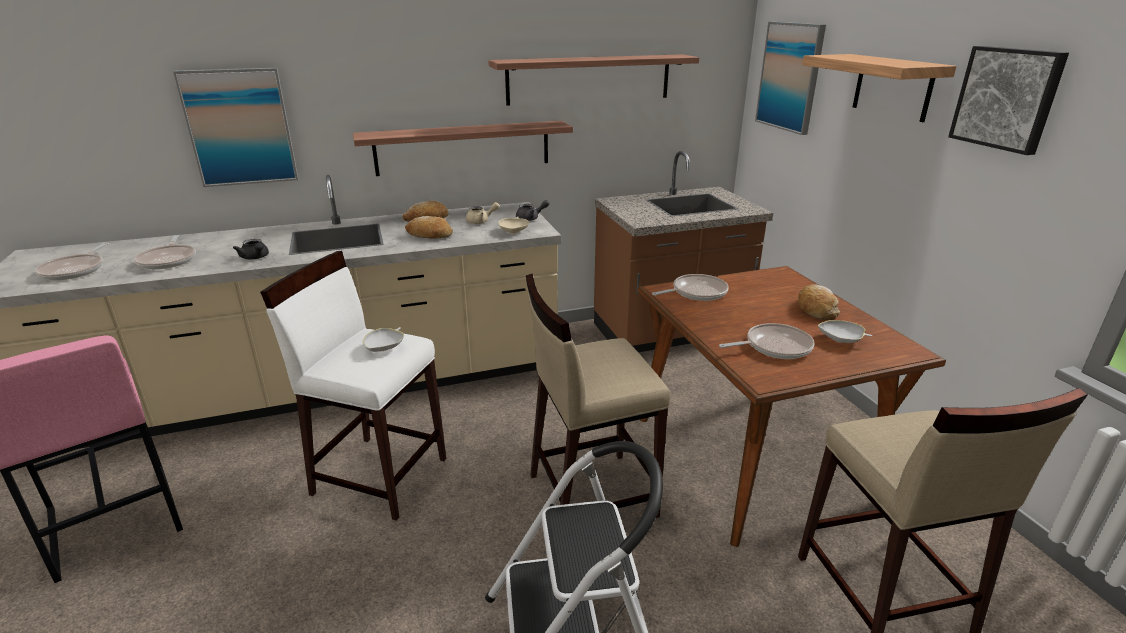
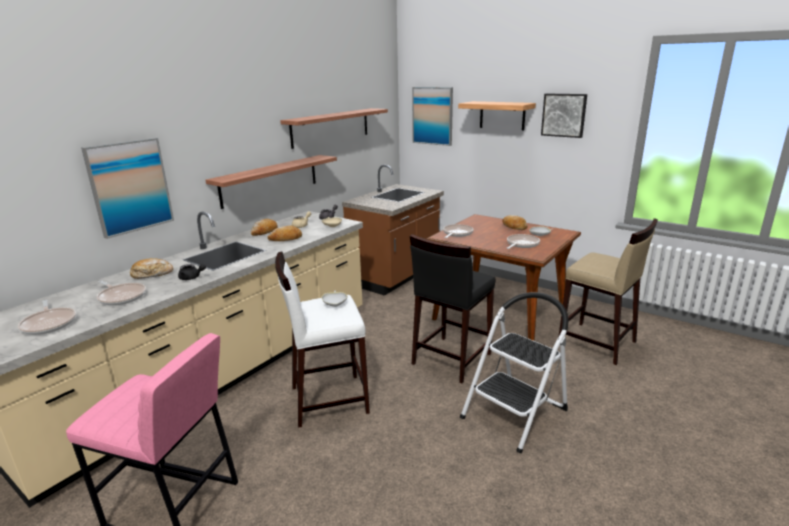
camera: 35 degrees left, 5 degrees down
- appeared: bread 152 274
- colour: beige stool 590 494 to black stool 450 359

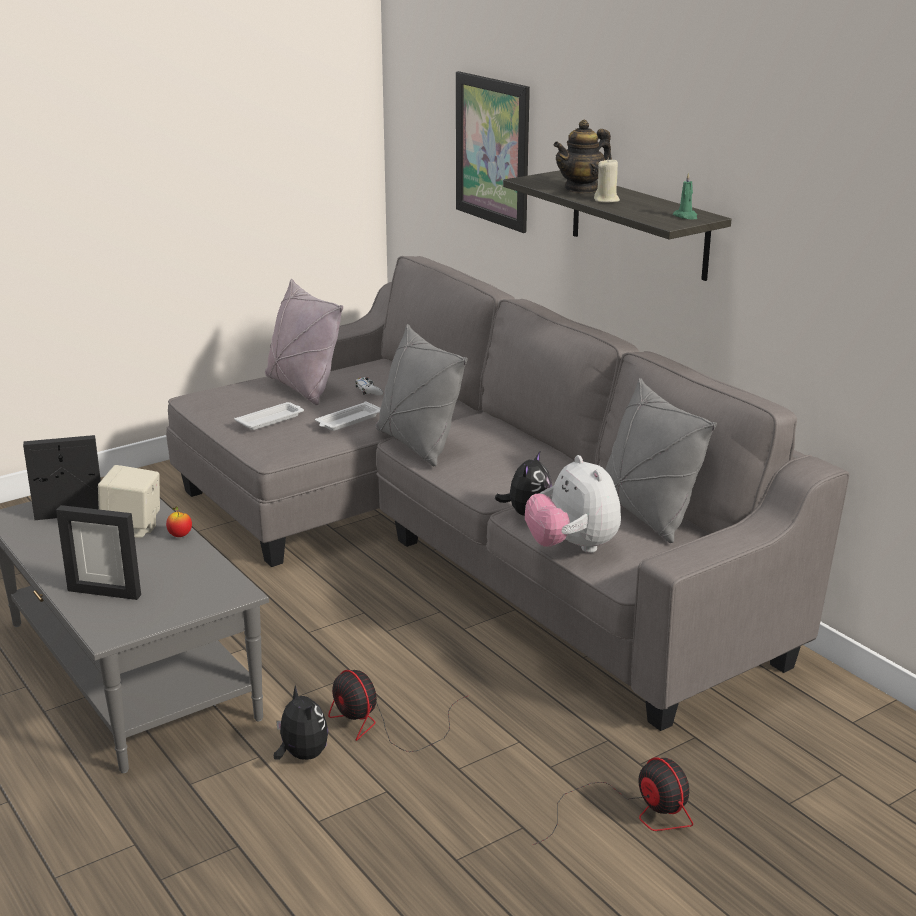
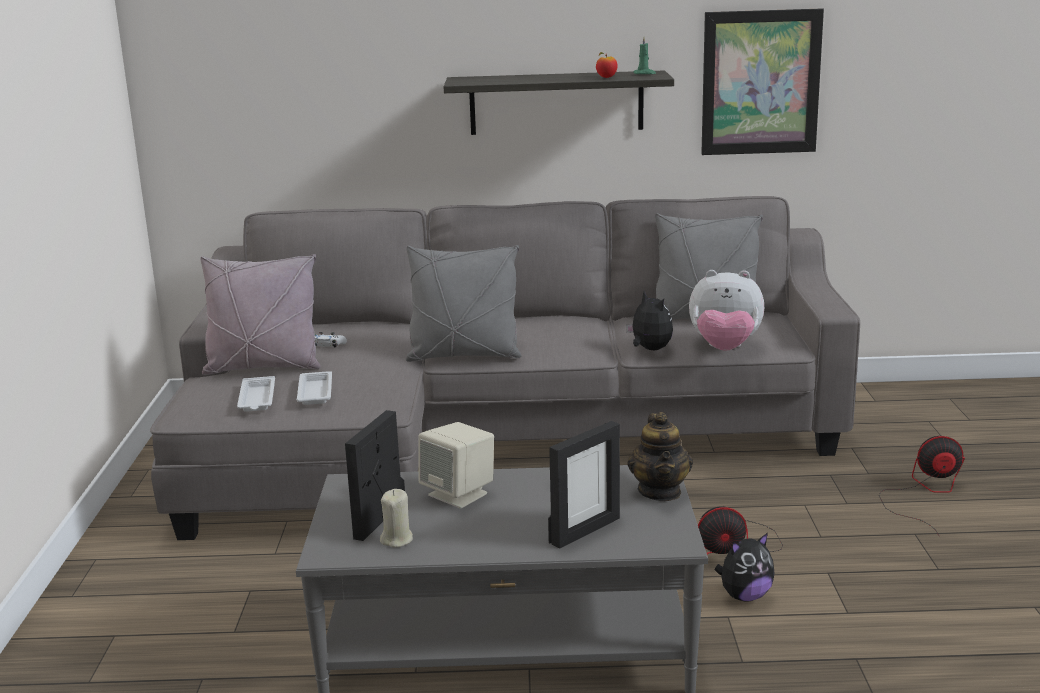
camera: 55 degrees left, 5 degrees down
- relocated: apple 180 535 to 606 77
- relocated: white tray 348 421 to 257 399
- relocated: picture 492 151 to 760 82
- relocated: teapot 582 189 to 660 491
- relocated: beige candle 606 200 to 397 539
- spun: plush toy 301 755 = 744 596 150 degrees clockwise

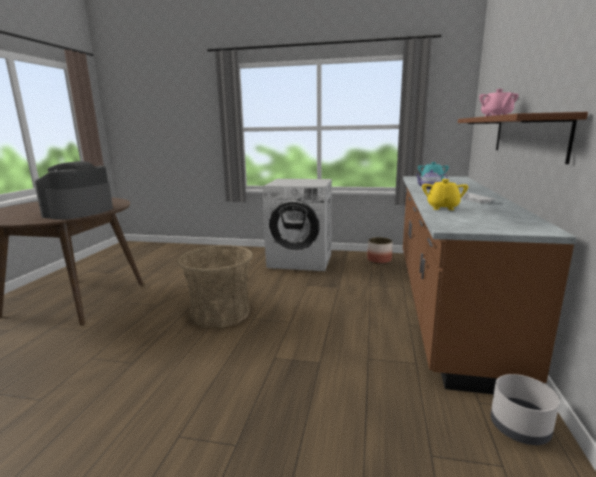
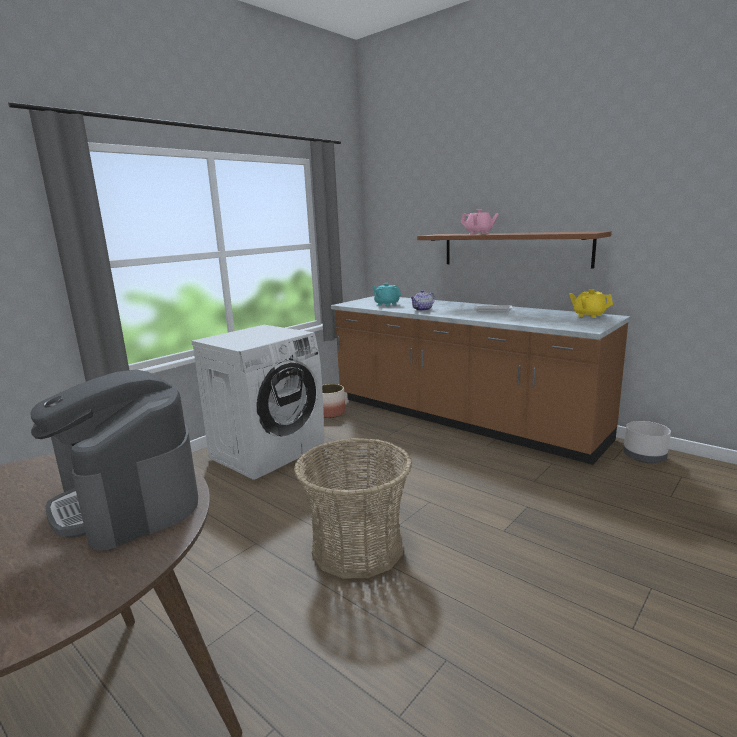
camera: 60 degrees left, 0 degrees up
- relocated: yellow teapot 442 207 to 589 315

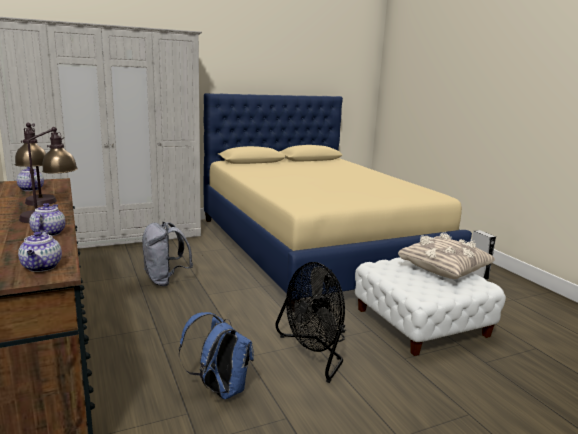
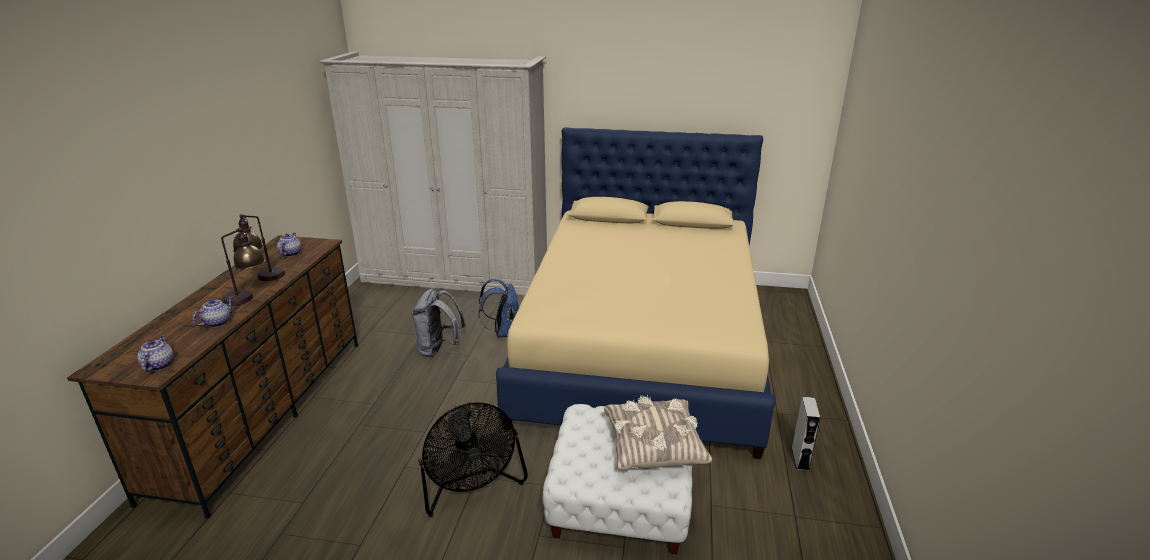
camera: 35 degrees right, 10 degrees up
- relocated: blue backpack 219 389 to 503 332
- spun: teapot 42 267 = 159 365 150 degrees clockwise
- spun: black fan 316 351 = 467 487 120 degrees counterclockwise

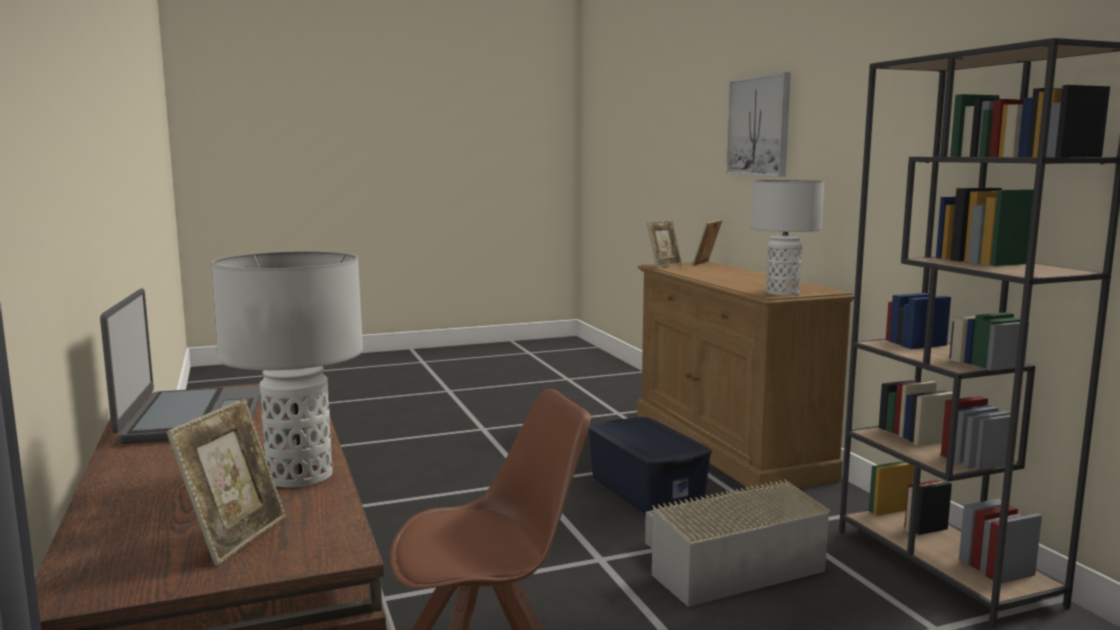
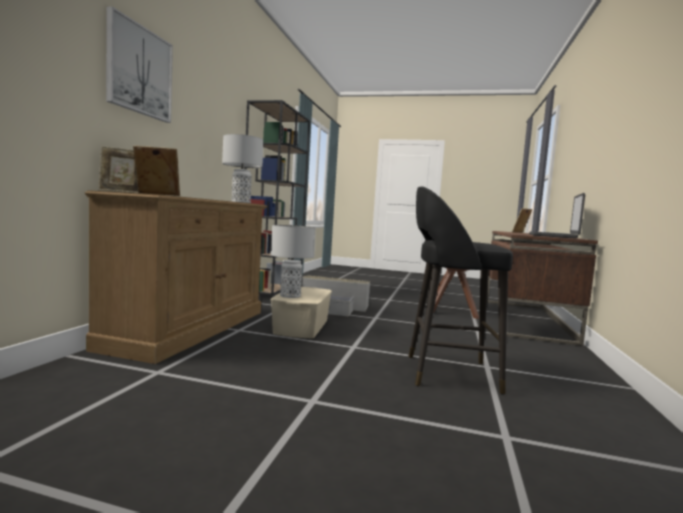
camera: 145 degrees left, 5 degrees down
- appeared: black stool 447 373
- relocated: white table lamp 299 476 to 290 295
- colour: blue storage box 646 489 to beige storage box 301 327

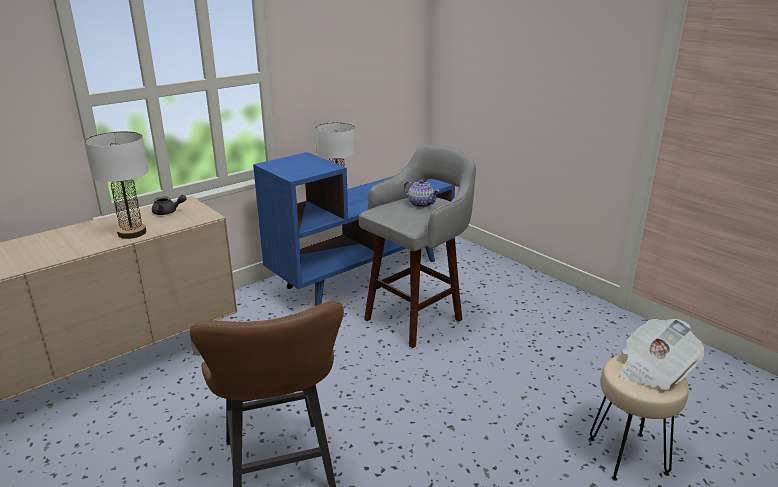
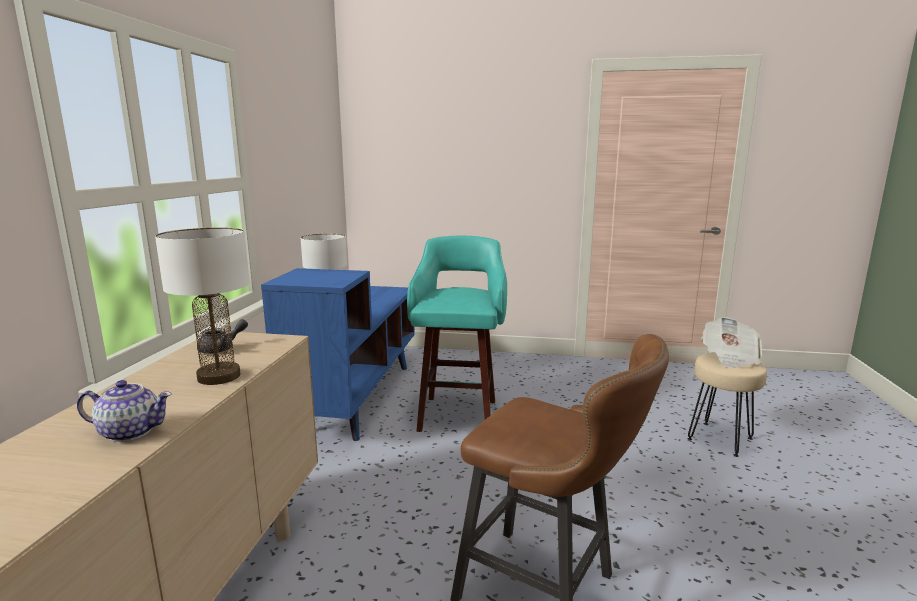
camera: 40 degrees left, 10 degrees down
- relocated: teapot 421 204 to 130 432
- colour: grey stool 416 318 to turquoise stool 459 413

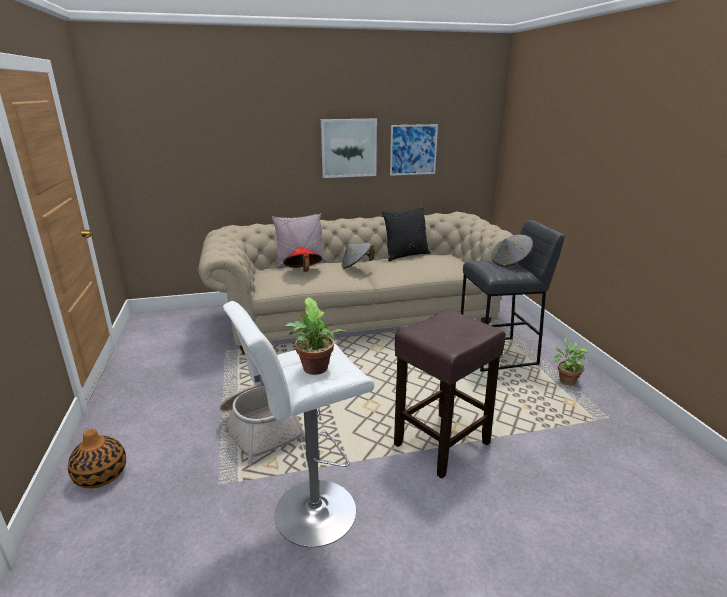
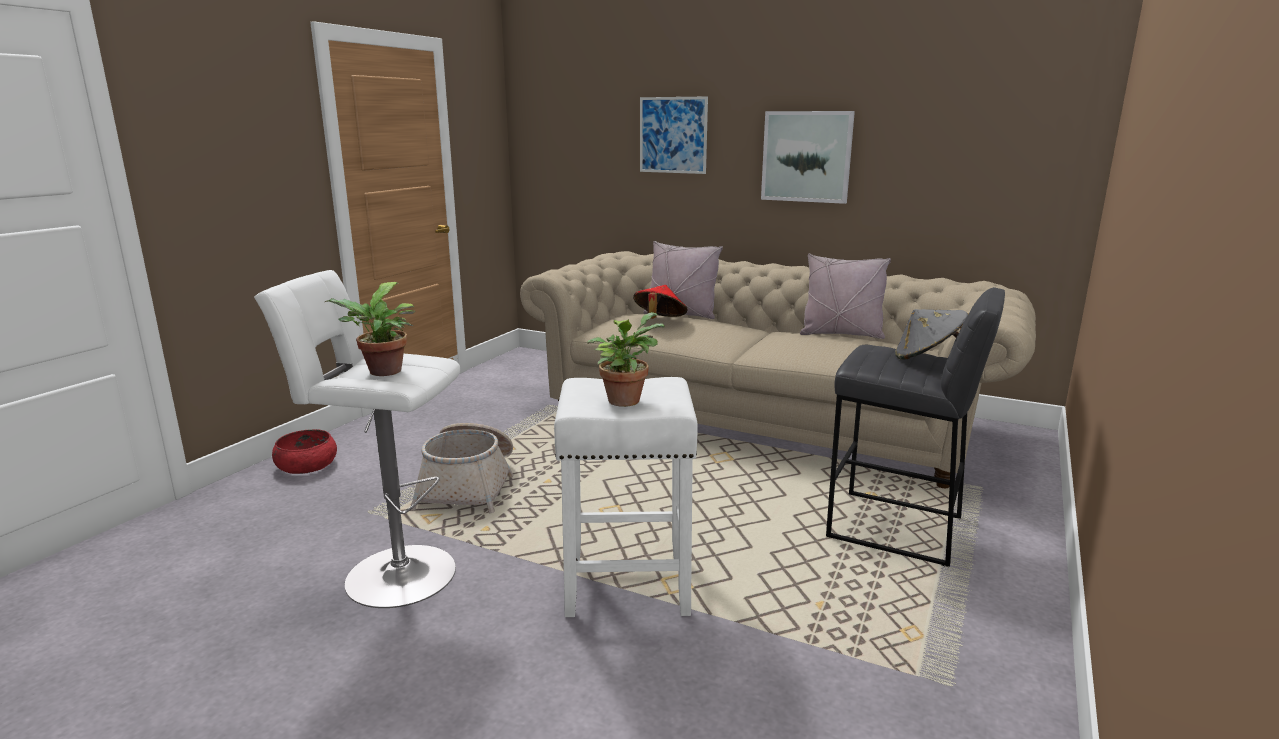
camera: 40 degrees right, 5 degrees down
- missing: grey hat 356 266
- relocated: picture 413 150 to 673 135
- relocated: potted plant 565 380 to 625 399
- exchanged: vase 101 475 to red bowl 307 465
- colour: black pillow 406 256 to purple pillow 841 334
- colour: brown stool 441 444 to white stool 624 586

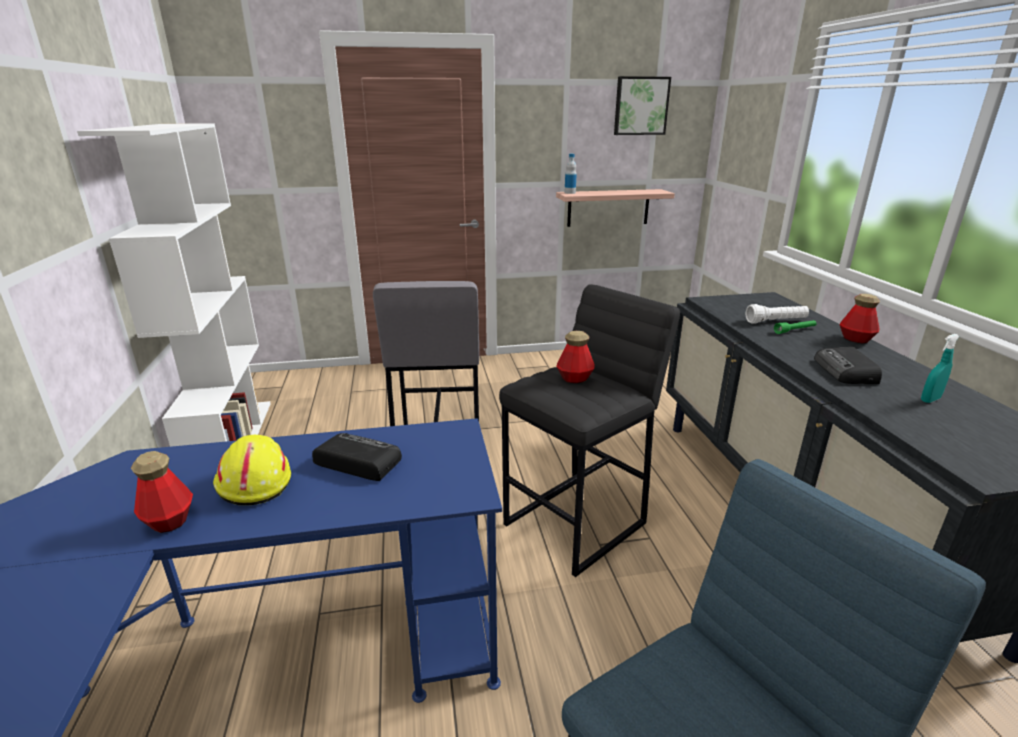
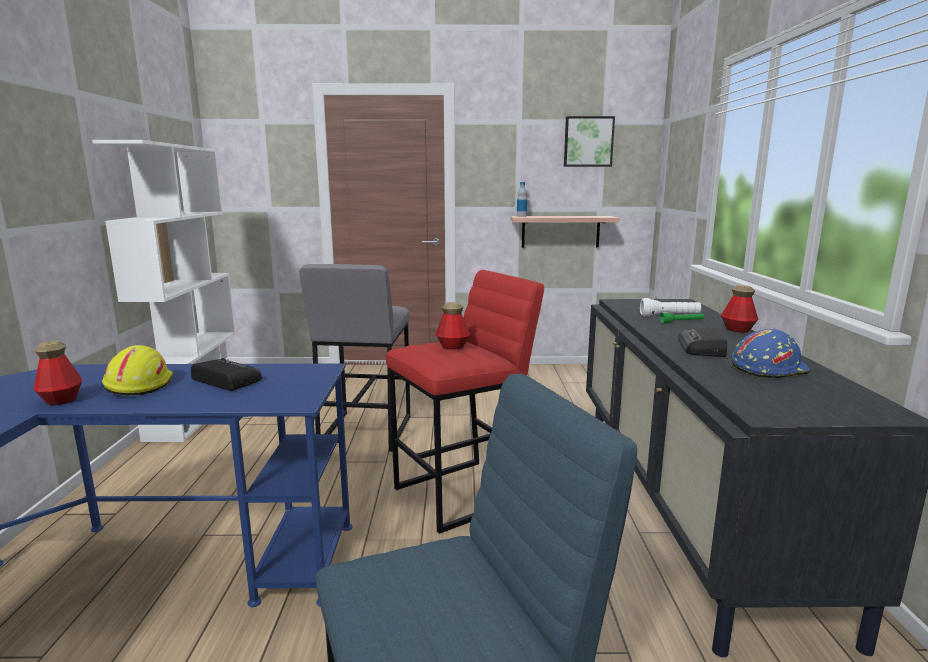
camera: 10 degrees right, 10 degrees down
- exchanged: turquoise spray bottle 930 399 to blue hard hat 767 369
- colour: black stool 577 522 to red stool 463 493

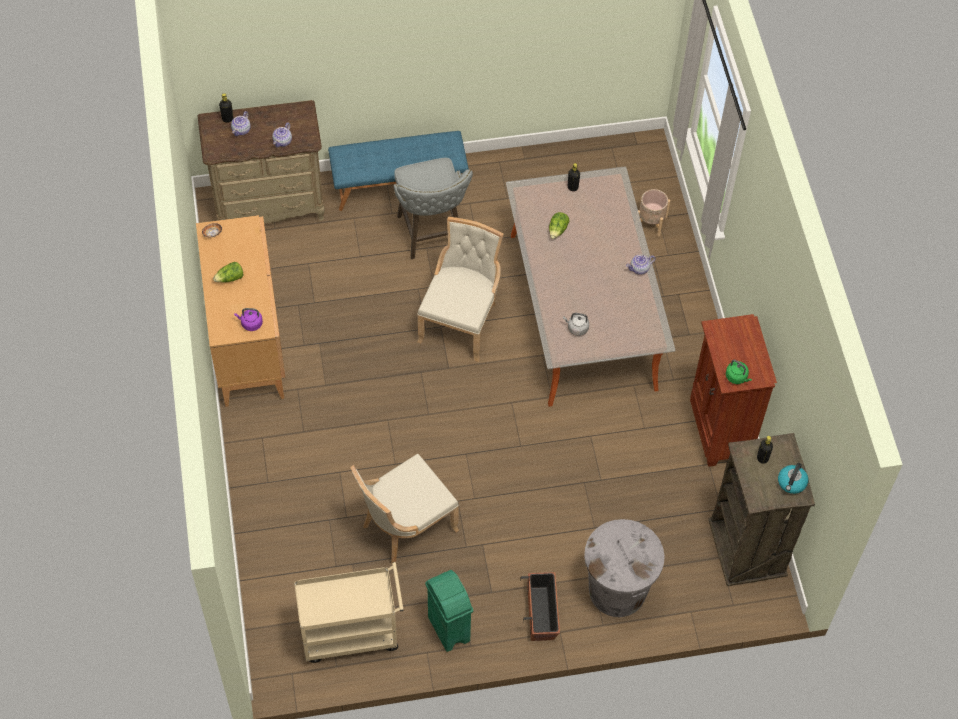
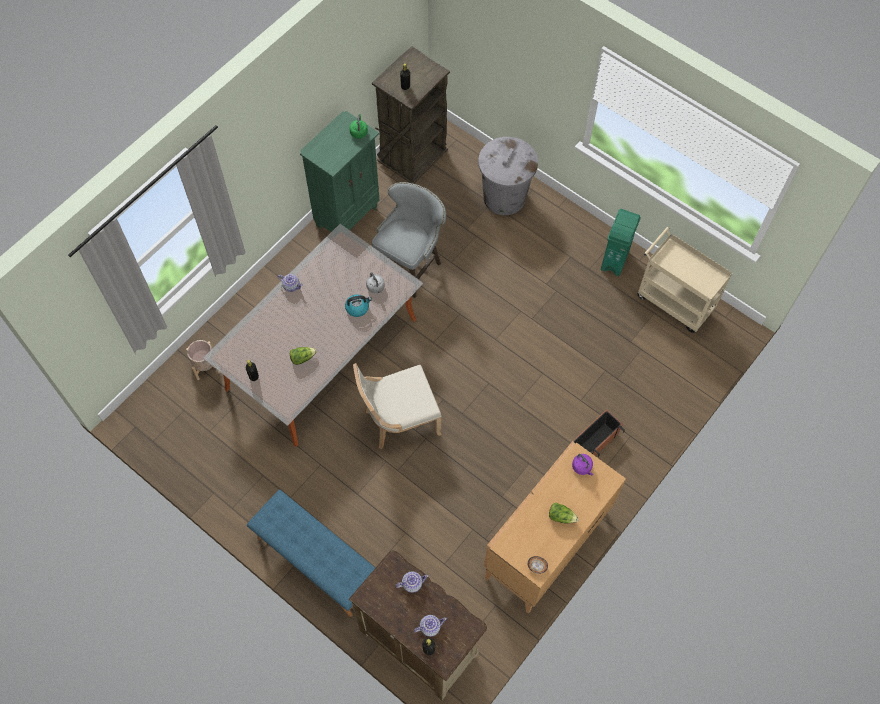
camera: 130 degrees left, 5 degrees up
- missing: beige chair 405 527
- relocated: grey stool 431 234 to 410 267
- relocated: planter 541 613 to 594 442
- relocated: kettle 791 483 to 357 308
- colour: brown cabinet 718 434 to green cabinet 347 217

